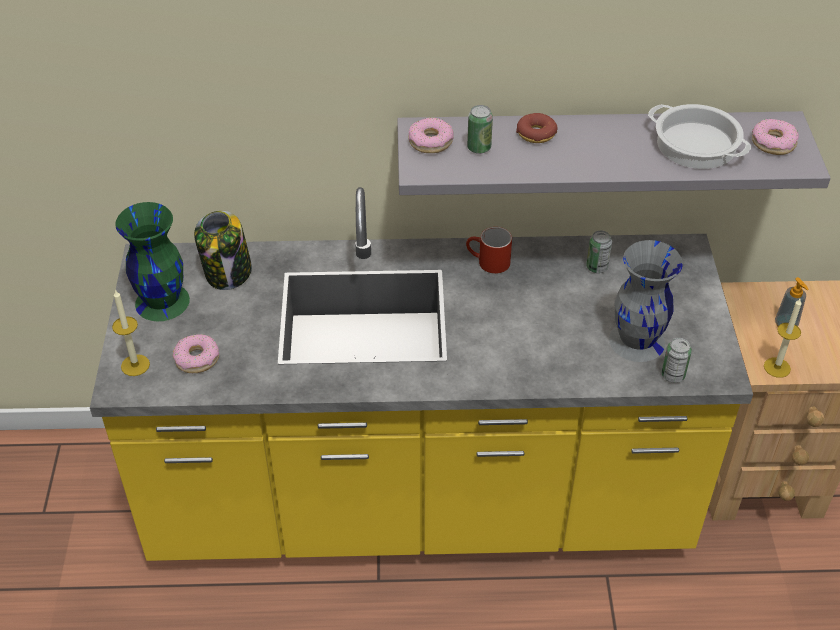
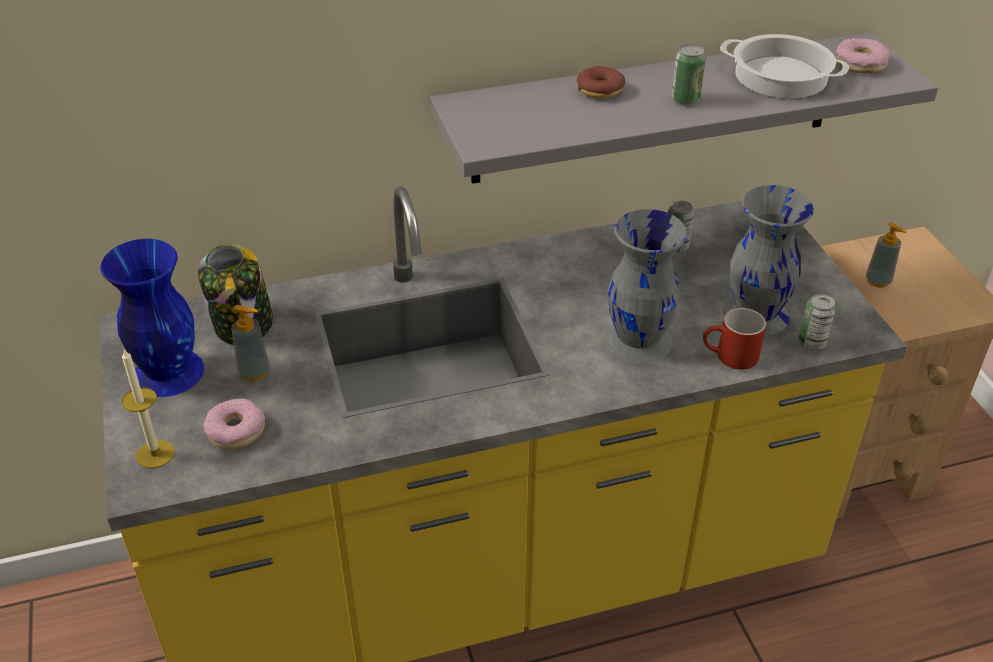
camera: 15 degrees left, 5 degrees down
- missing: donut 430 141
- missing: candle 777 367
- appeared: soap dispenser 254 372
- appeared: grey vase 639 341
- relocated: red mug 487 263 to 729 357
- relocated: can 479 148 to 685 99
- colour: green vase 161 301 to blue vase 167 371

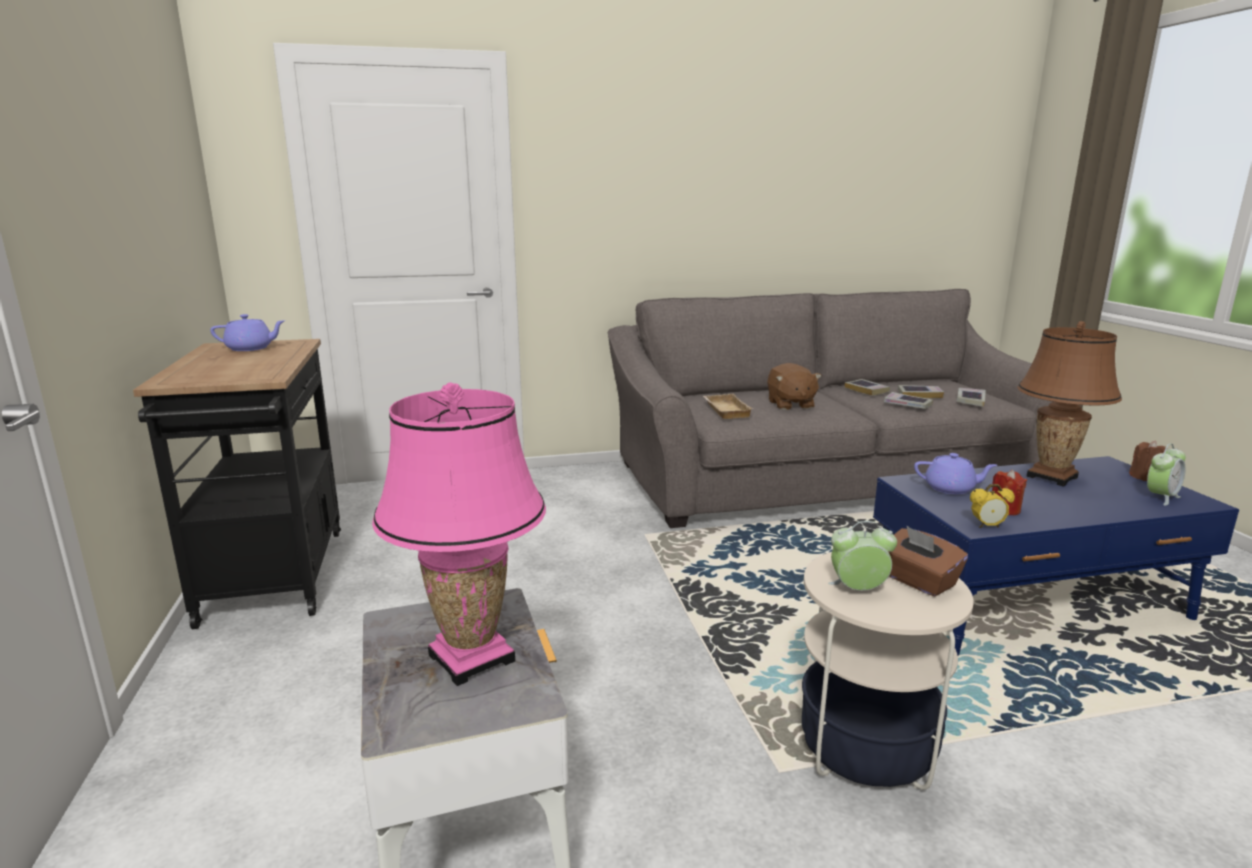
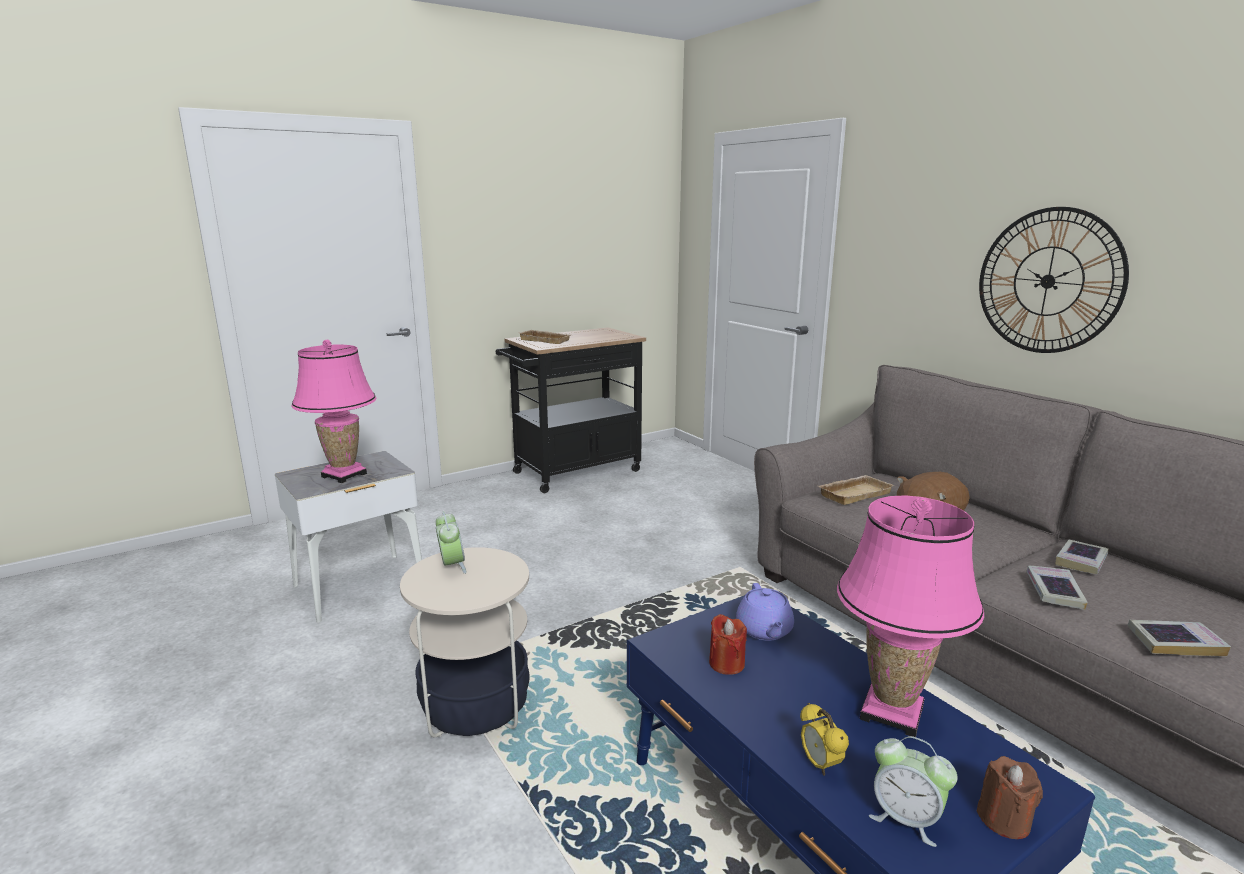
camera: 70 degrees right, 0 degrees up
- missing: purple teapot 251 348
- missing: brown tissue box 917 581
- missing: book 919 395
- appeared: beige tray 546 340
- appeared: wall clock 1048 281
- relocated: alarm clock 987 526 to 820 765
- colour: brown table lamp 1052 477 to pink table lamp 892 712

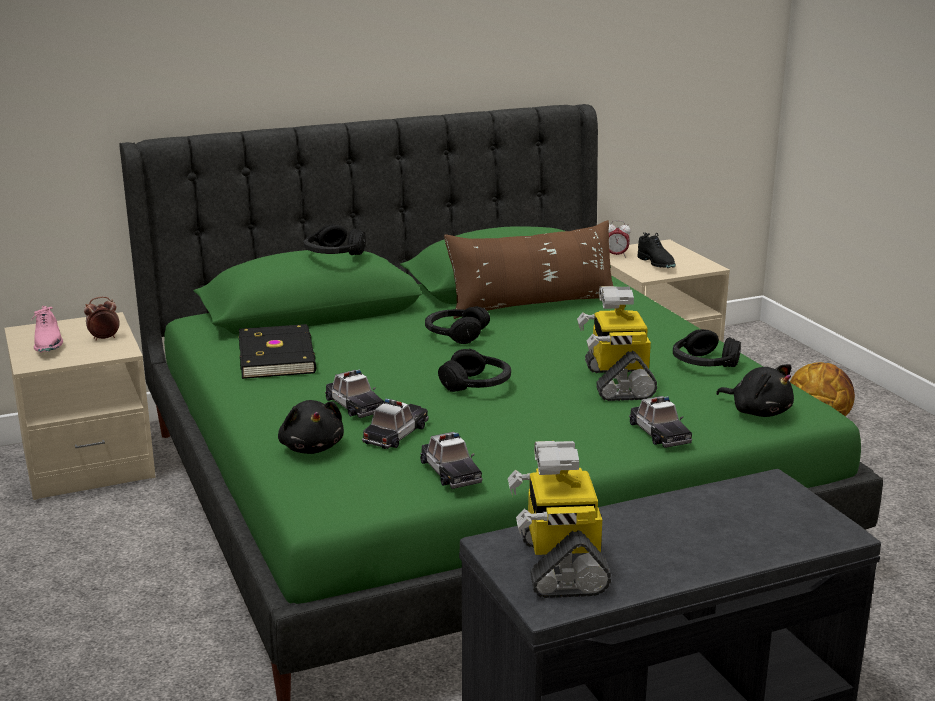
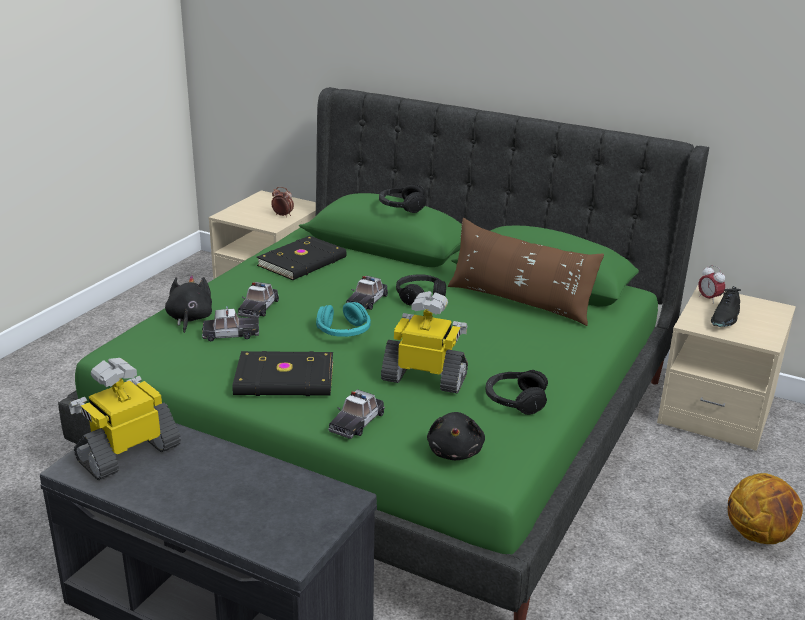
camera: 50 degrees right, 5 degrees up
- missing: pink shoe 48 345
- appeared: black book 285 380
- relocated: toy car 450 471 to 367 300
- colour: black headphones 476 384 to turquoise headphones 344 331
- spun: black plush toy 312 447 = 189 319 150 degrees clockwise
- spun: toy robot 617 382 = 425 378 60 degrees clockwise

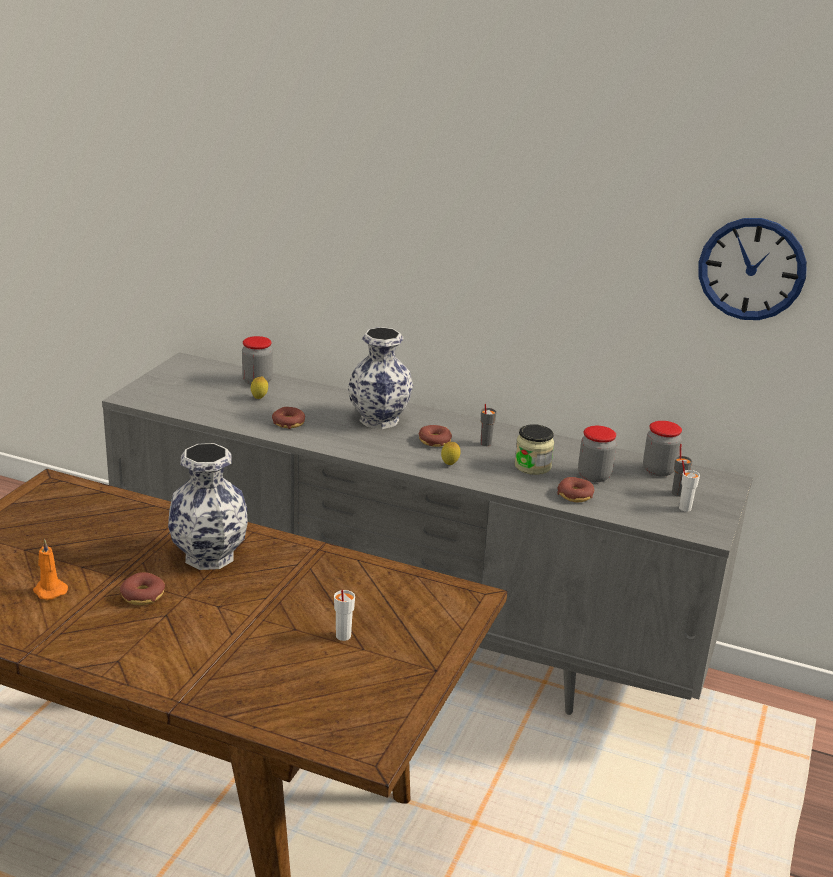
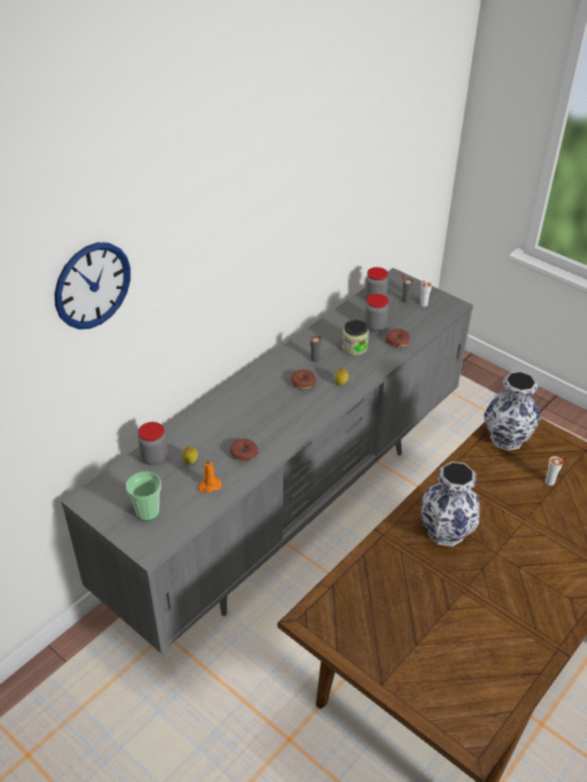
camera: 70 degrees left, 15 degrees up
- missing: donut 143 595
- appeared: cup 147 512
- relocated: orange candle 49 590 to 209 486
- relocated: vase 380 419 to 506 438
- relocated: wall clock 751 269 to 92 285

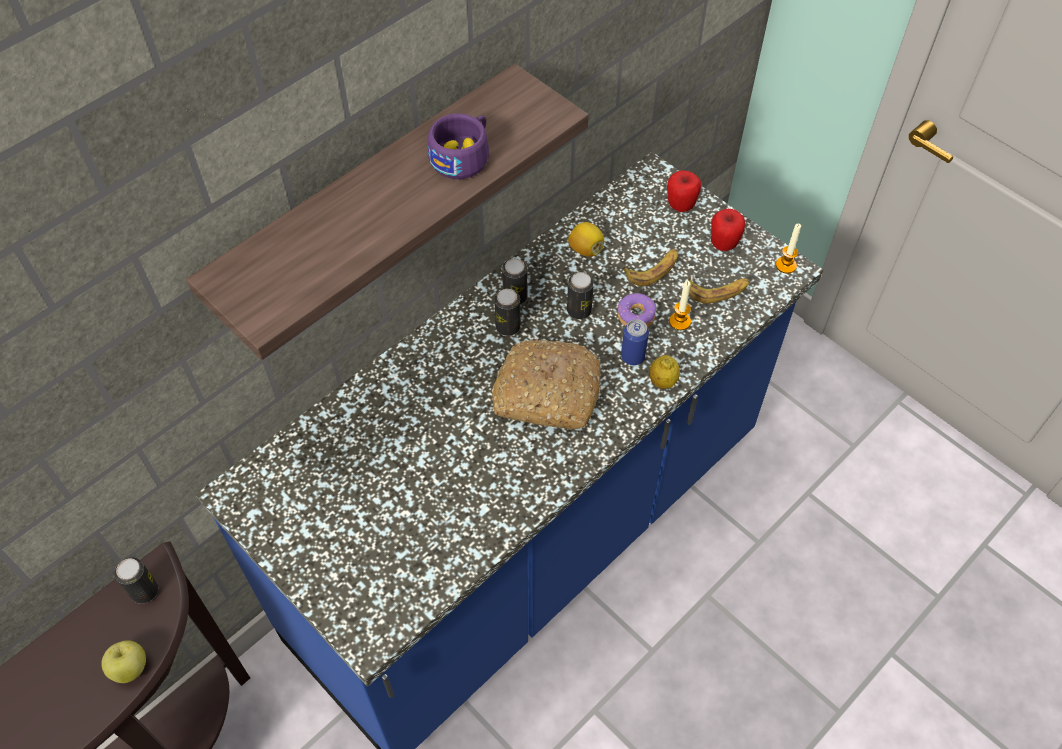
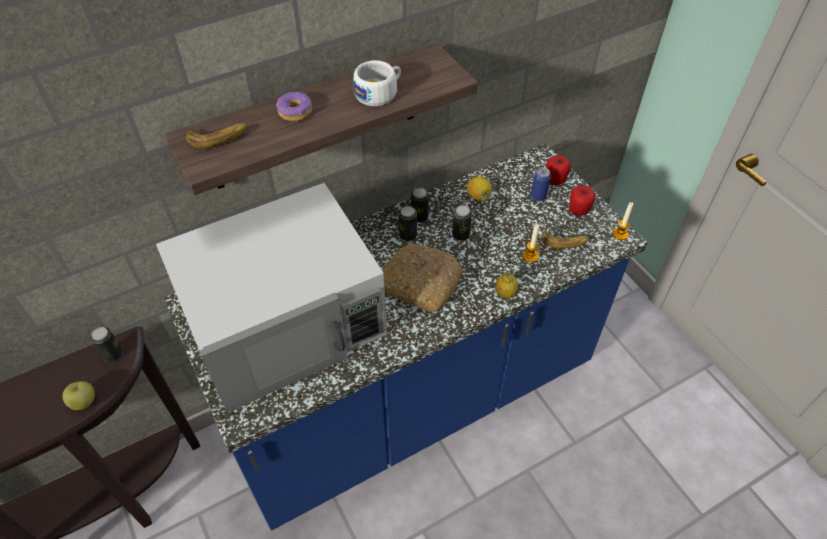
camera: 15 degrees right, 5 degrees down
- appeared: white microwave 286 321
- relocated: donut 636 316 to 295 112
- relocated: can 632 357 to 538 196
- relocated: banana 653 269 to 219 138
- colour: purple cup 463 156 to white cup 380 93

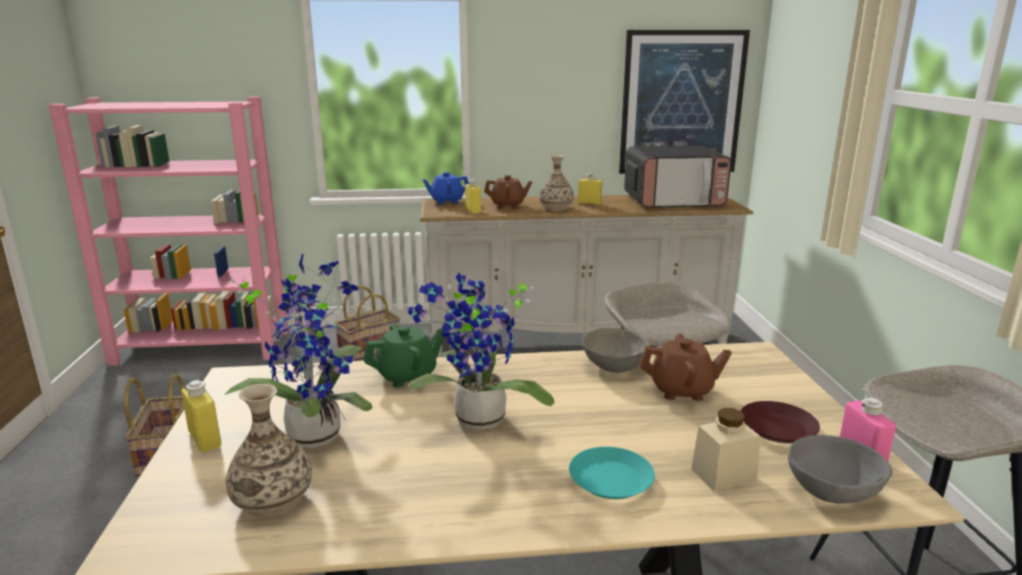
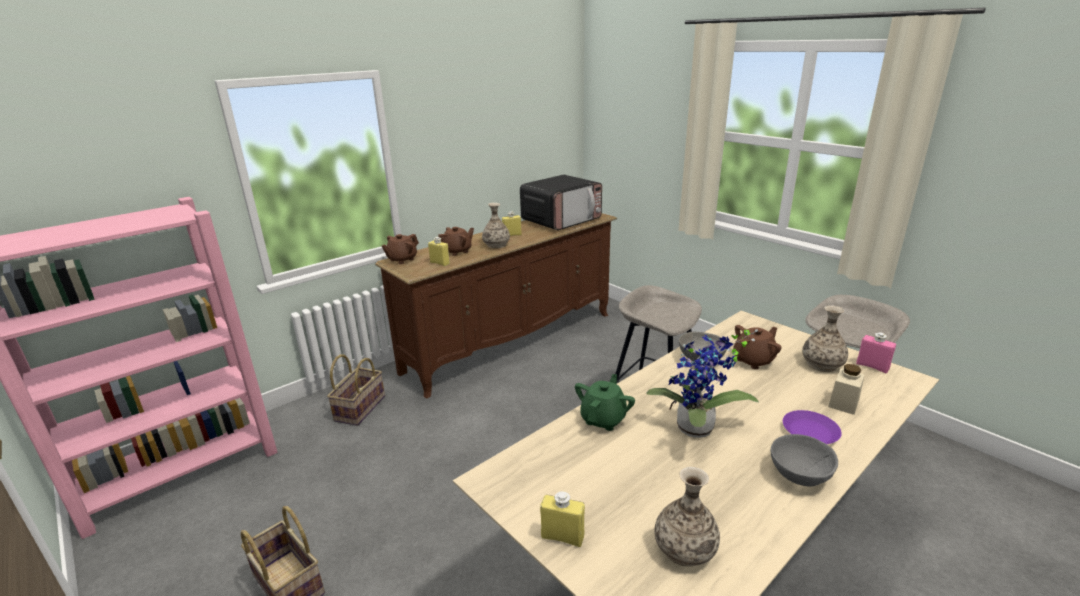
camera: 35 degrees left, 5 degrees up
- missing: potted plant 316 432
- missing: picture 681 103
- relocated: grey bowl 833 492 to 800 475
- exchanged: brown plate 777 428 to vase 821 364
- colour: grey cabinet 577 343 to brown cabinet 513 342
- colour: blue teapot 446 201 to brown teapot 402 259
- colour: turquoise plate 610 479 to purple plate 809 432

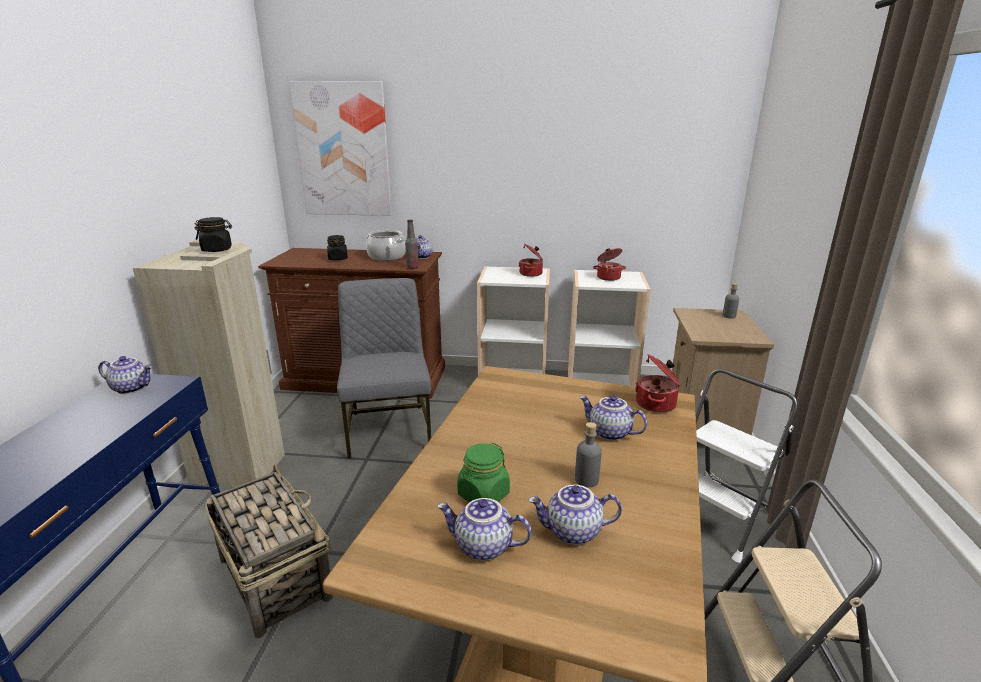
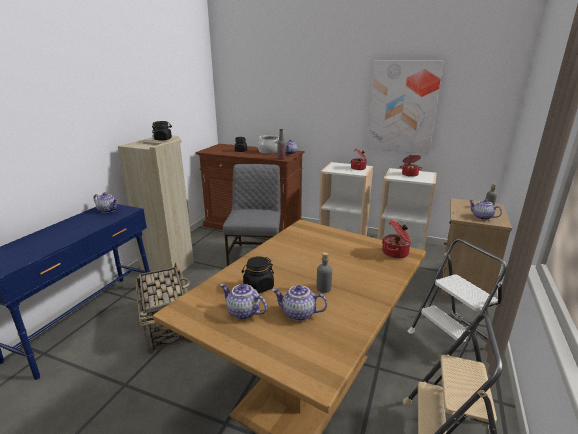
camera: 15 degrees right, 0 degrees up
- relocated: picture 343 150 to 402 107
- relocated: teapot 609 433 to 481 217
- colour: green jar 483 495 to black jar 258 287

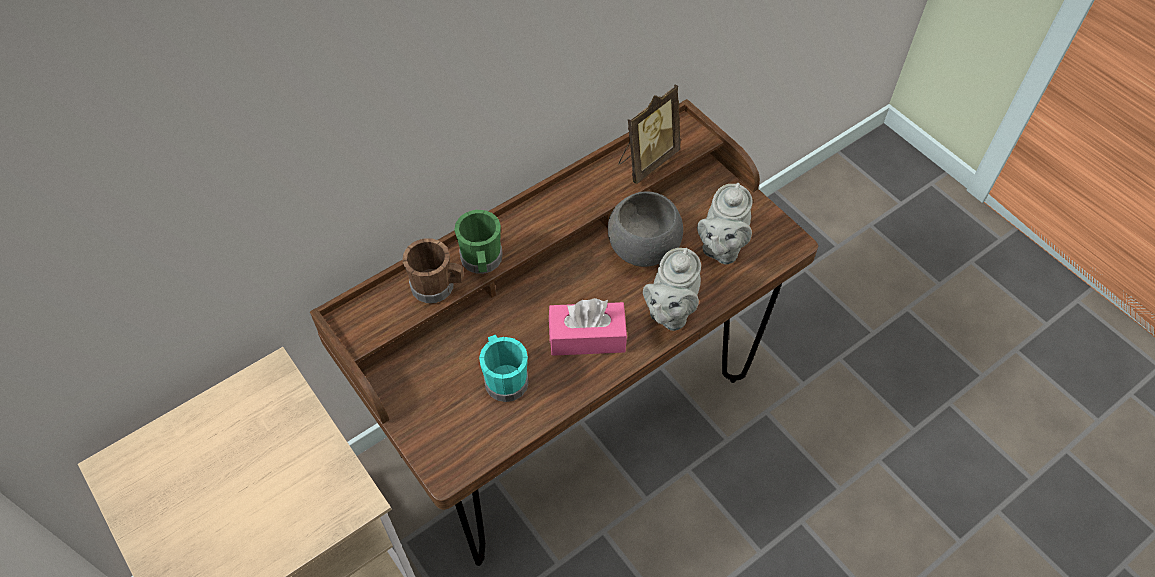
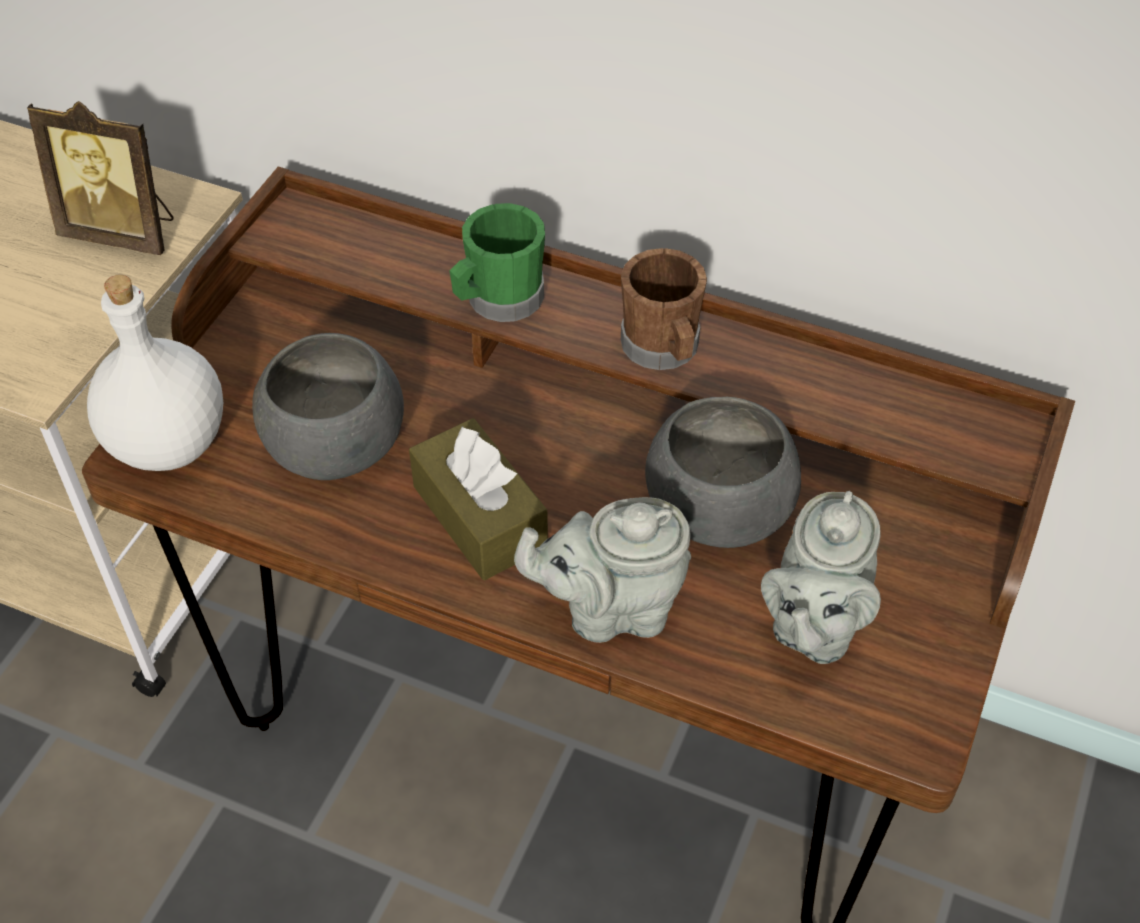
camera: 60 degrees right, 5 degrees down
- appeared: white bottle 170 442
- relocated: brown mug 437 286 to 663 349
- relocated: picture frame 646 161 to 122 232
- exchanged: turquoise mug 504 378 to grey bowl 335 448
- colour: pink tissue box 587 337 to brown tissue box 479 516
- spun: grey teapot 721 248 = 813 626 60 degrees counterclockwise

